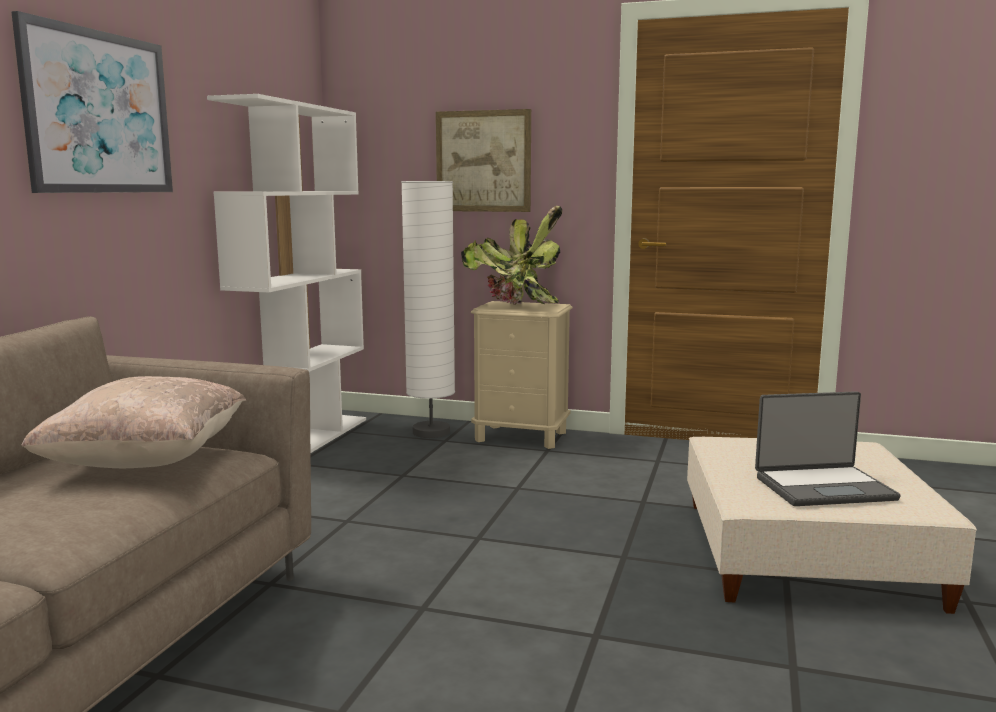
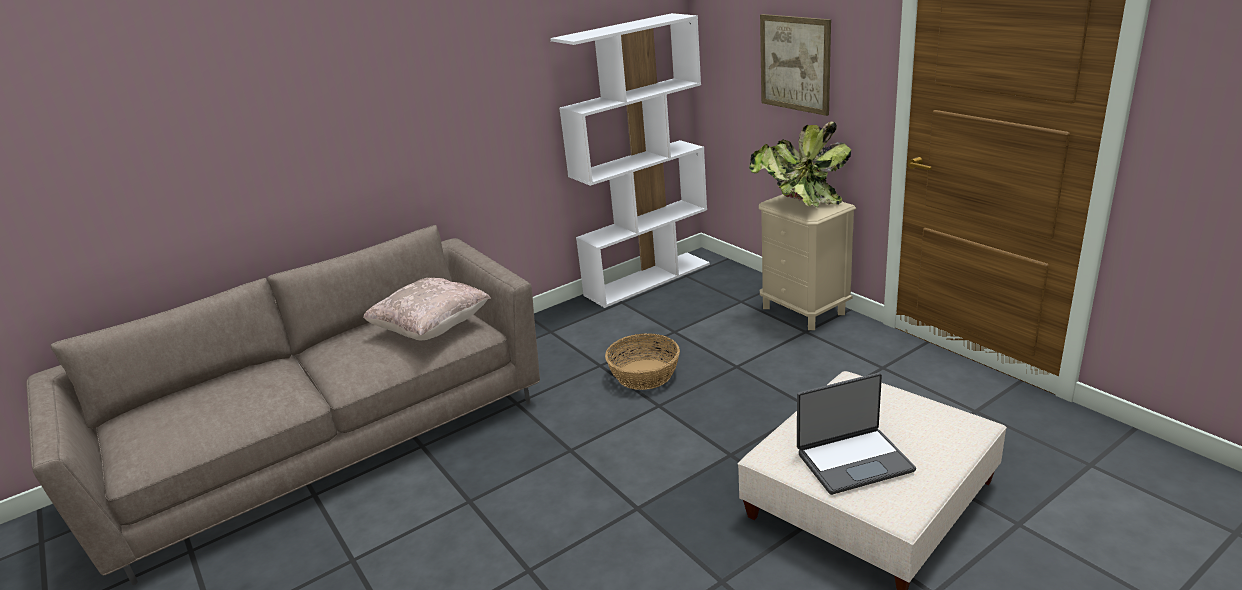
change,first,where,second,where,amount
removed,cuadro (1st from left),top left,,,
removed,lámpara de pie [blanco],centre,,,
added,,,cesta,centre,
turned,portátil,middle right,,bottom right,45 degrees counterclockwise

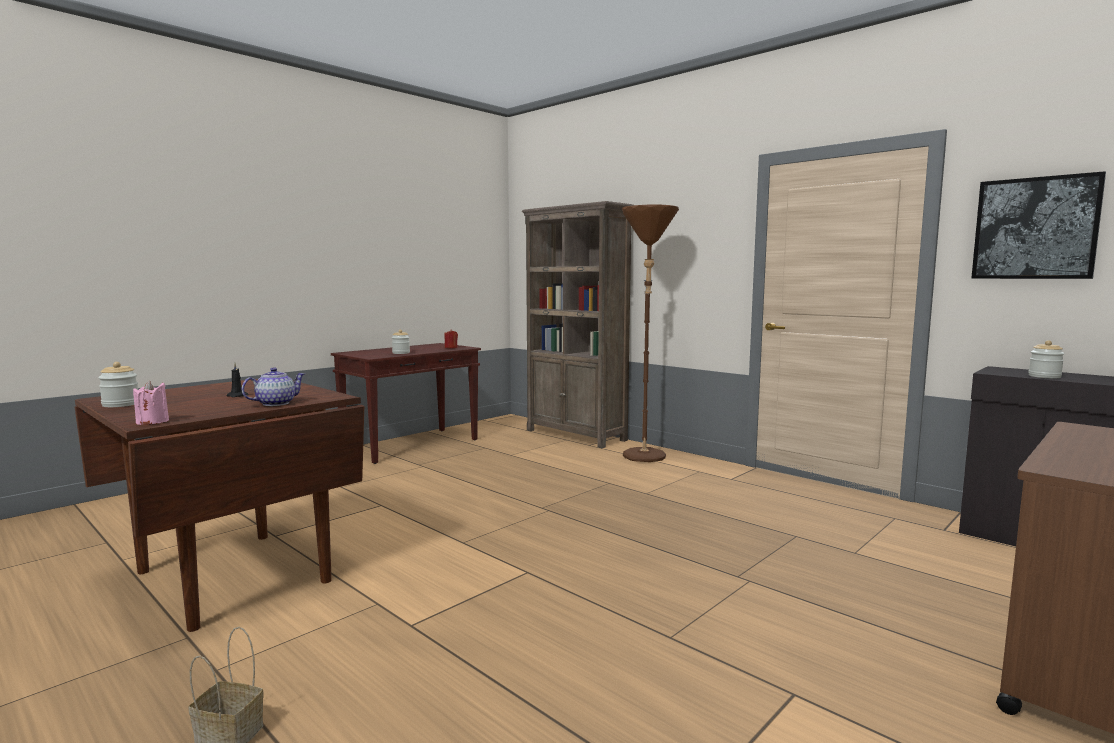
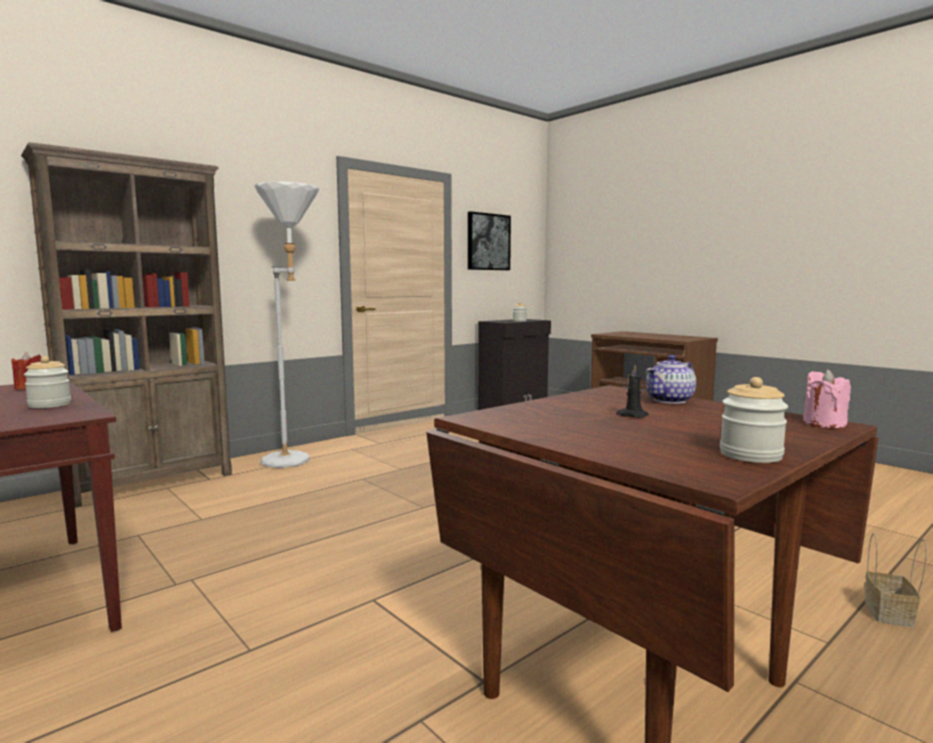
change,first,where,second,where,amount
recoloured,lámpara de pie [marrón],centre,lámpara de pie [blanco],middle left,
turned,tetera,middle left,,middle right,90 degrees counterclockwise

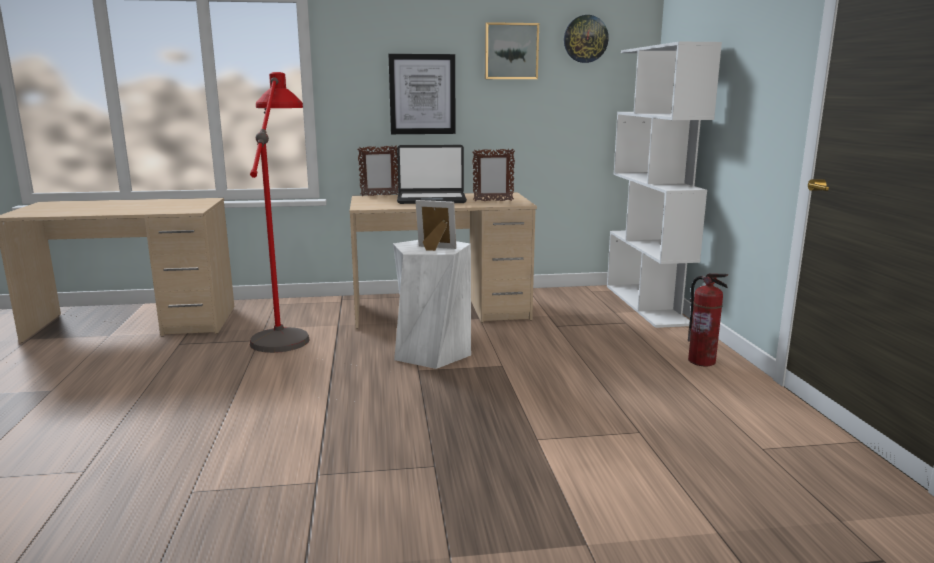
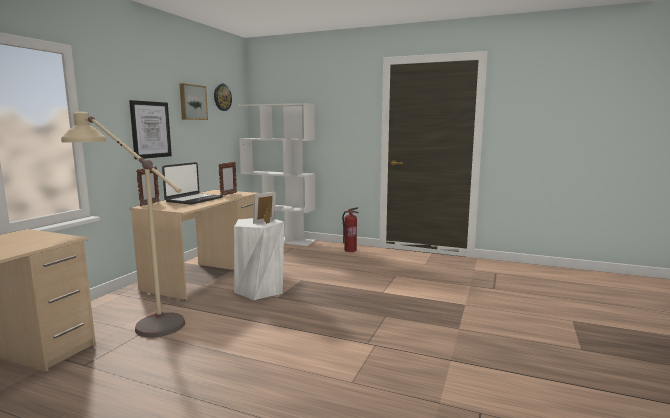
change,first,where,second,where,amount
recoloured,lámpara de pie [rojo],middle left,lámpara de pie [beis],middle left,

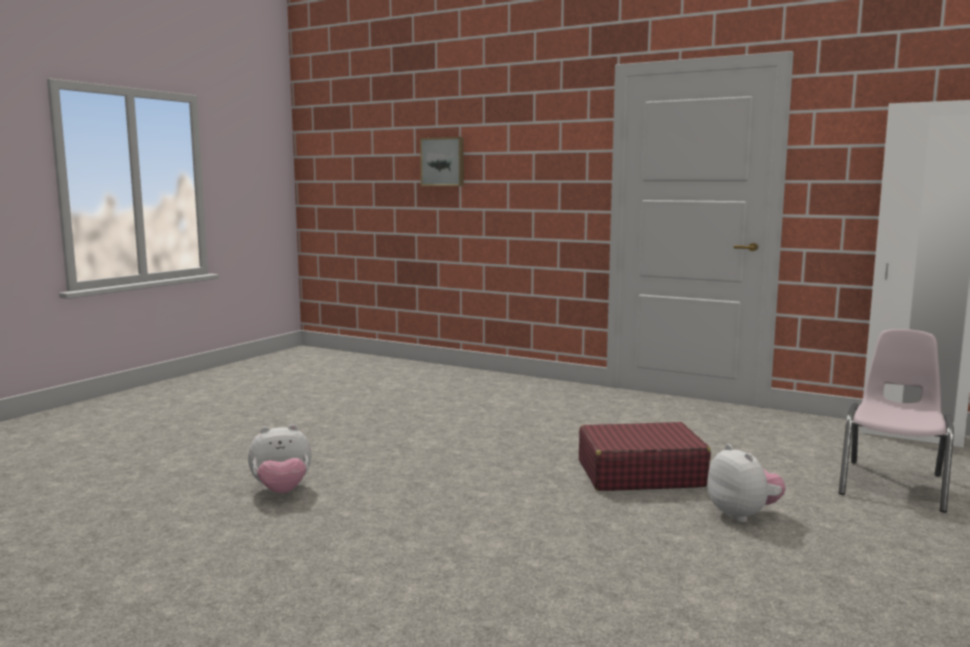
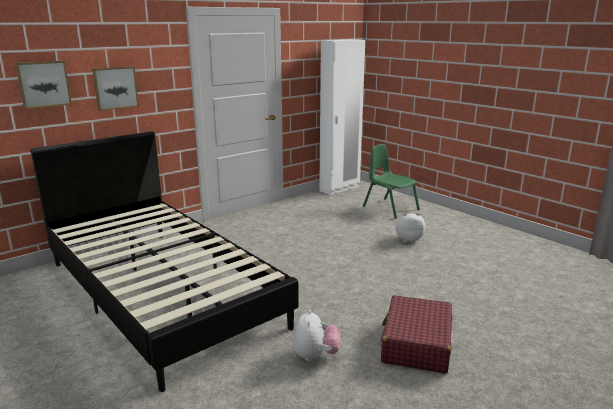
change,first,where,second,where,amount
added,,,cama [negro],middle left,
added,,,cuadro (2nd from left),top left,
moved,maleta [rojo],bottom centre,,bottom right,
recoloured,silla [rosa],middle right,silla [verde],centre,

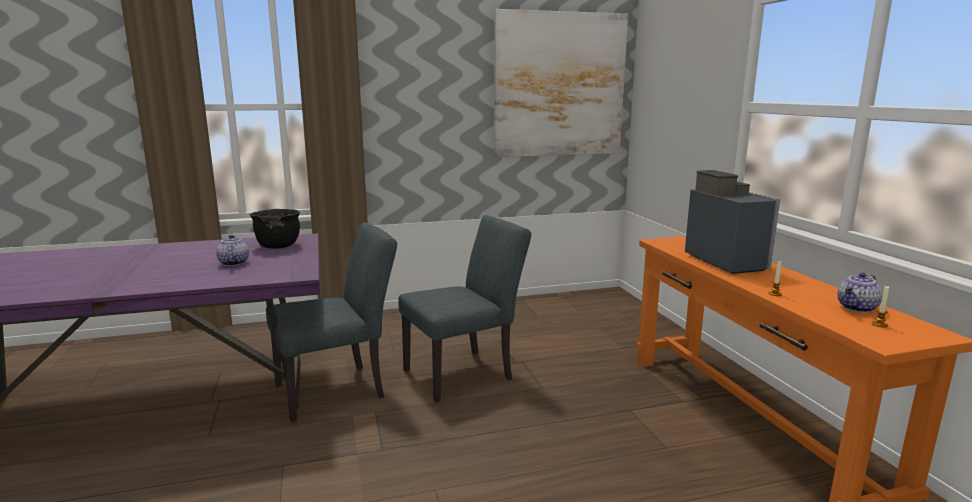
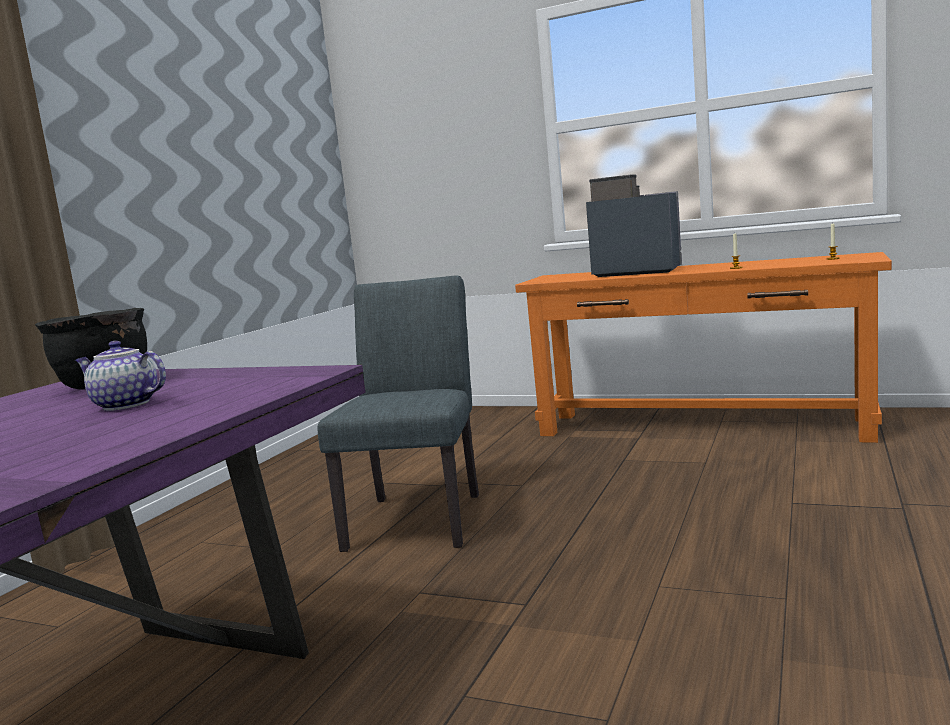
change,first,where,second,where,amount
removed,silla [gris] (1st from left),centre,,,
removed,cuadro,top centre,,,
removed,tetera (2nd from left),middle right,,,

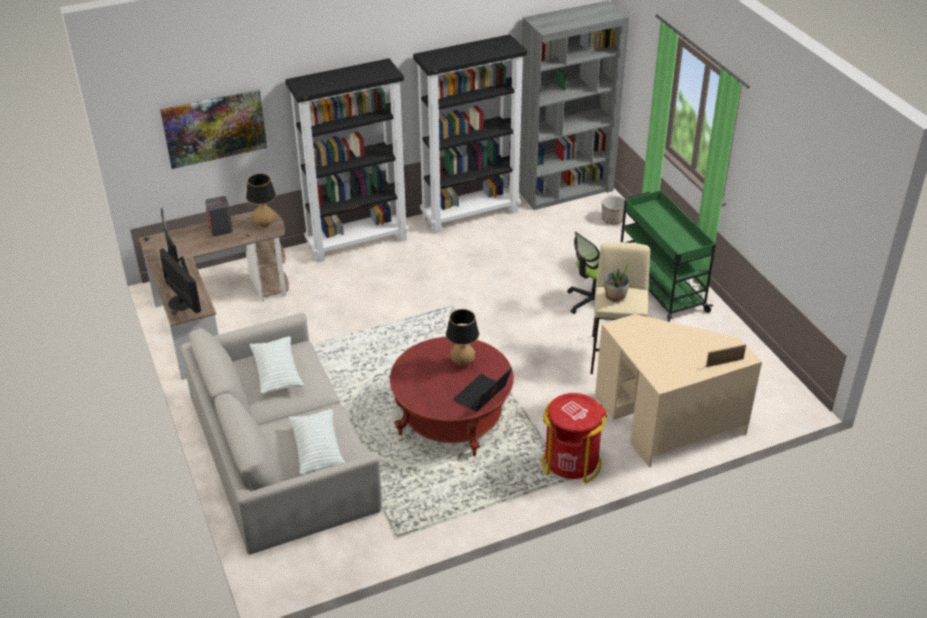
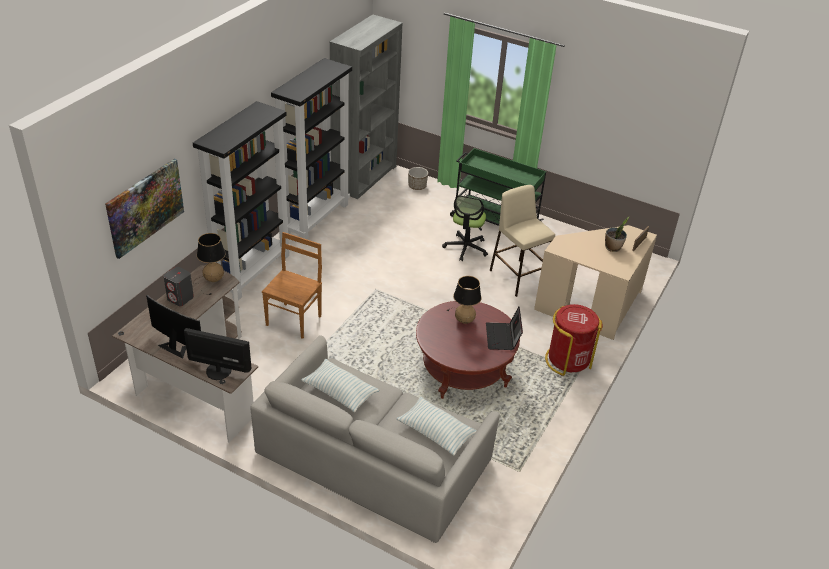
change,first,where,second,where,amount
added,,,silla [marrón],centre,
moved,planta en maceta,centre,,middle right,

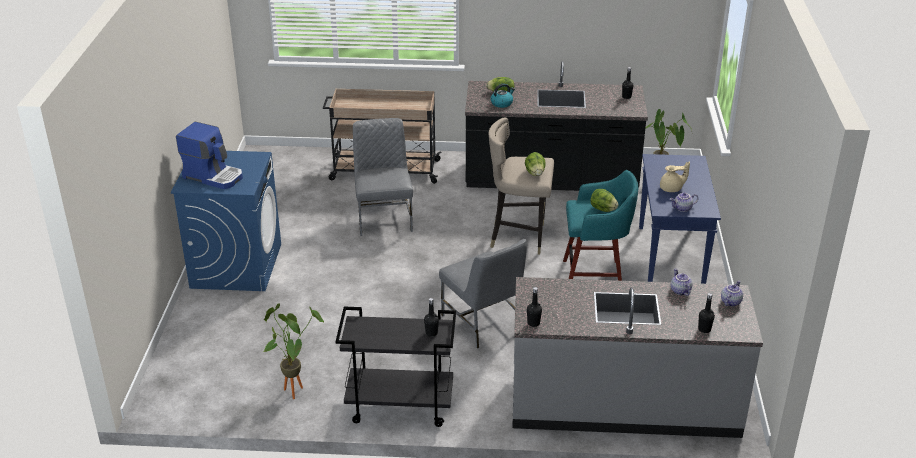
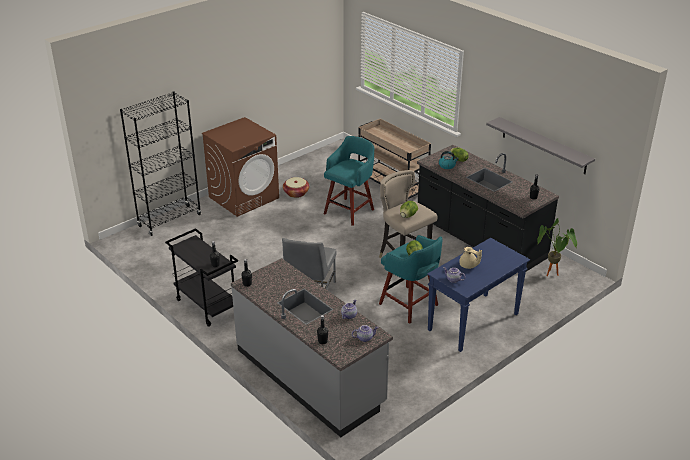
change,first,where,second,where,amount
removed,cafetera,middle left,,,
removed,planta en maceta (1st from left),bottom left,,,
added,,,estantería [negro],middle left,
added,,,cesta,centre,
added,,,estante [gris],top right,
replaced,silla [gris] (1st from left),centre,taburete [turquesa] (1st from left),centre,
recoloured,lavadora [azul],middle left,lavadora [marrón],centre,

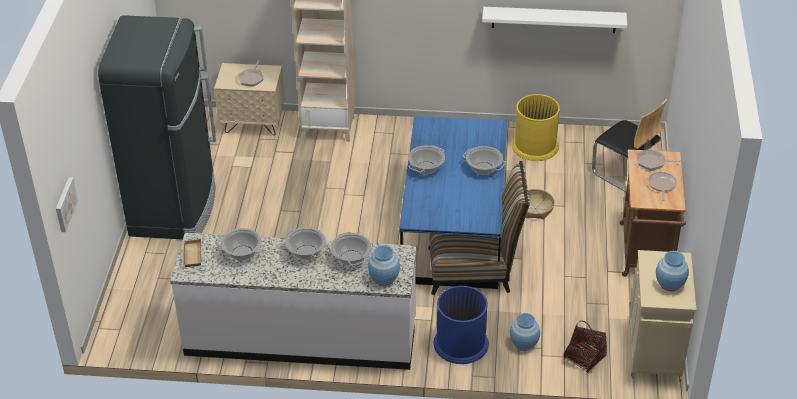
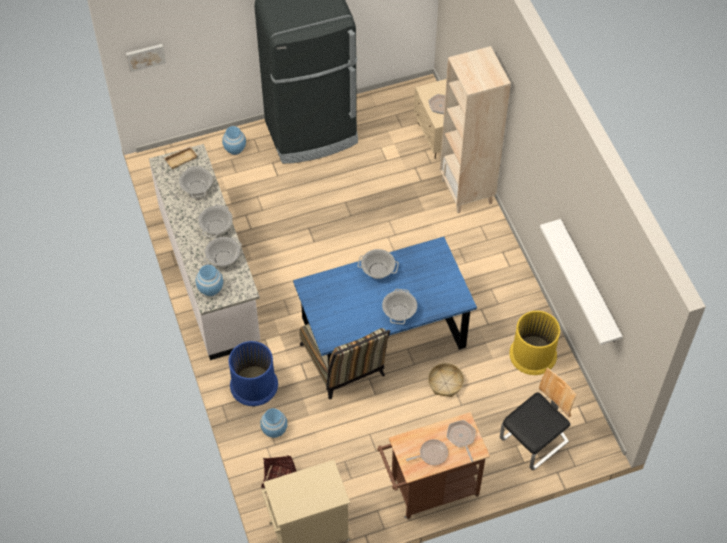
change,first,where,second,where,amount
moved,florero [azul] (3rd from left in the first image),bottom right,florero [azul] (2nd from left),top left,
turned,silla (2nd from left),middle right,,bottom right,150 degrees counterclockwise

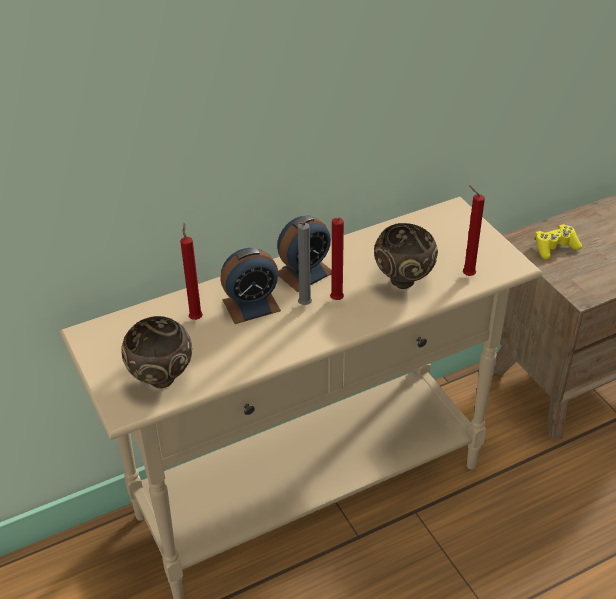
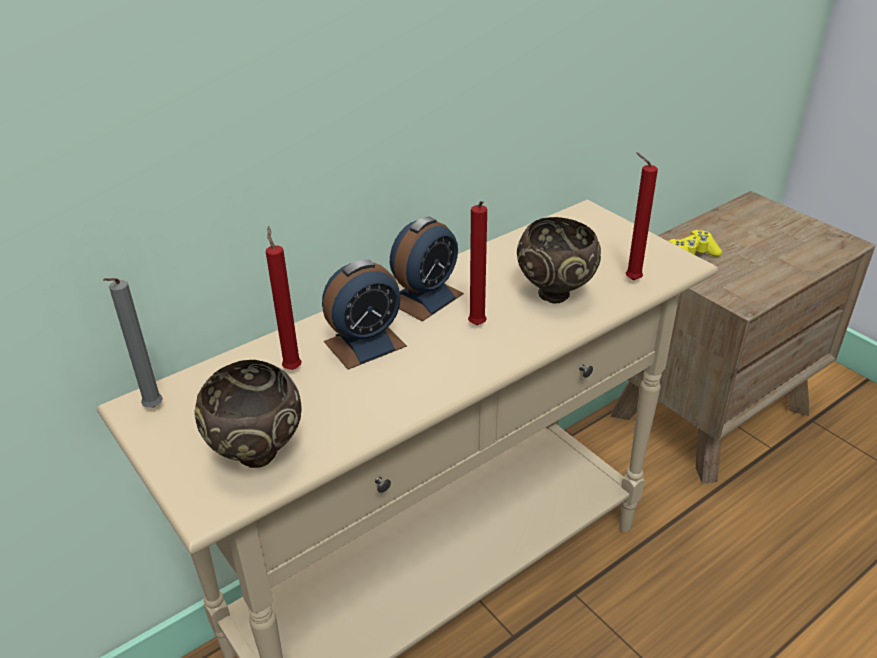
change,first,where,second,where,amount
moved,vela [gris],centre,,middle left,

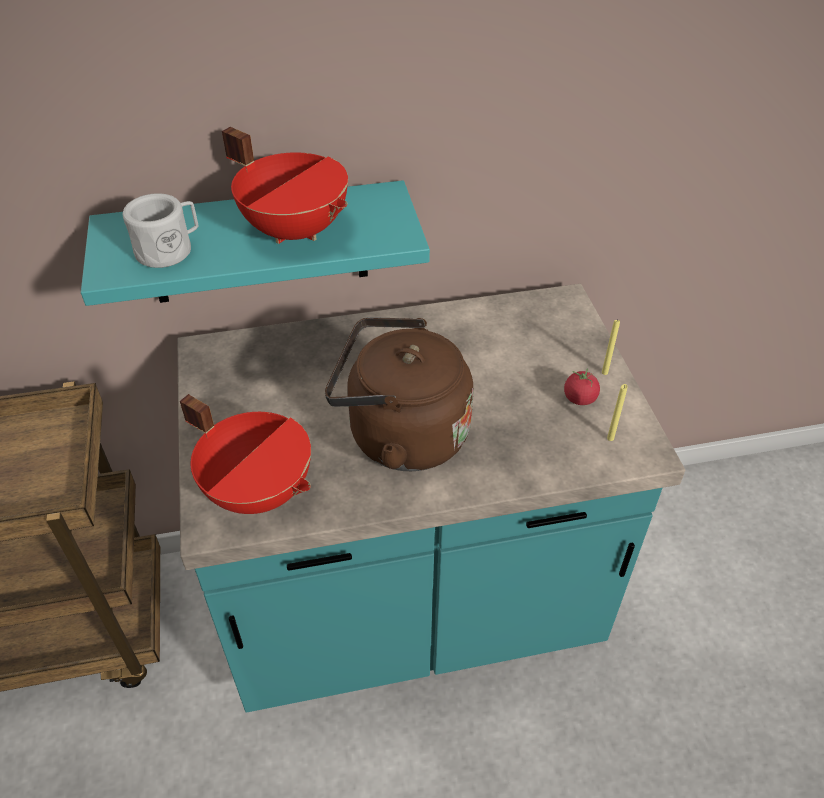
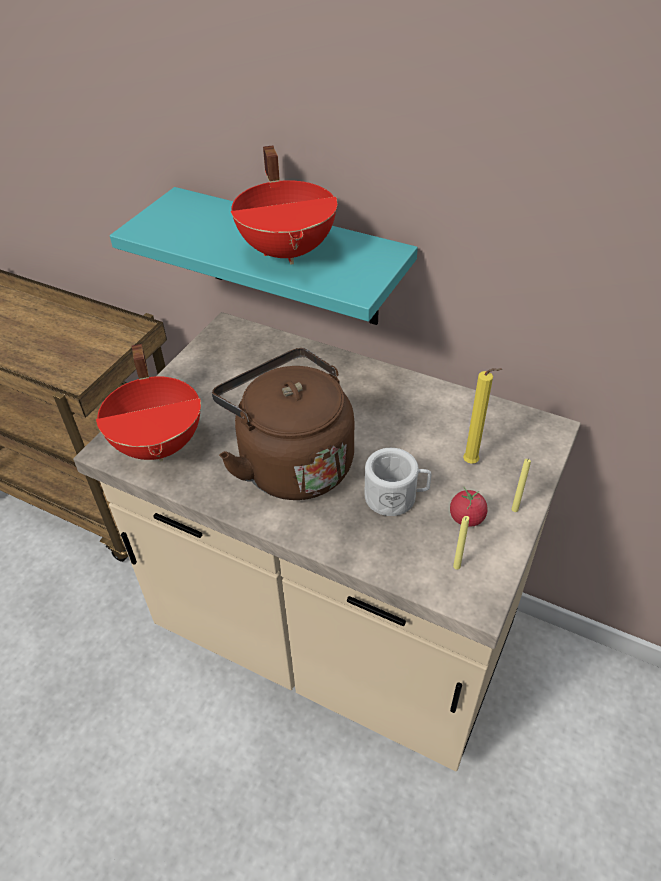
change,first,where,second,where,amount
added,,,vela [amarillo] (2nd from left),middle right,
moved,taza grande [blanco],top left,,centre,
recoloured,mueble bajo de cocina [turquesa],centre,mueble bajo de cocina [beis],centre,

